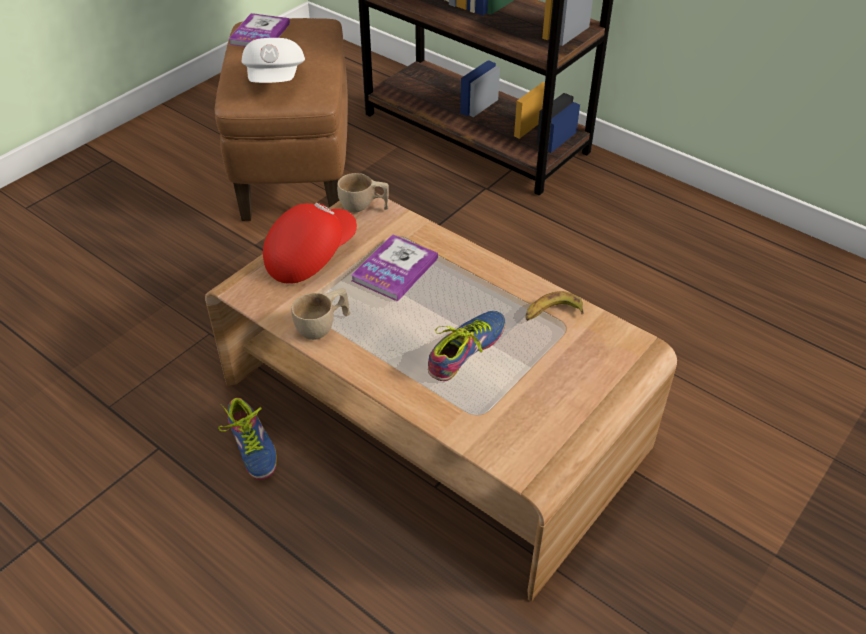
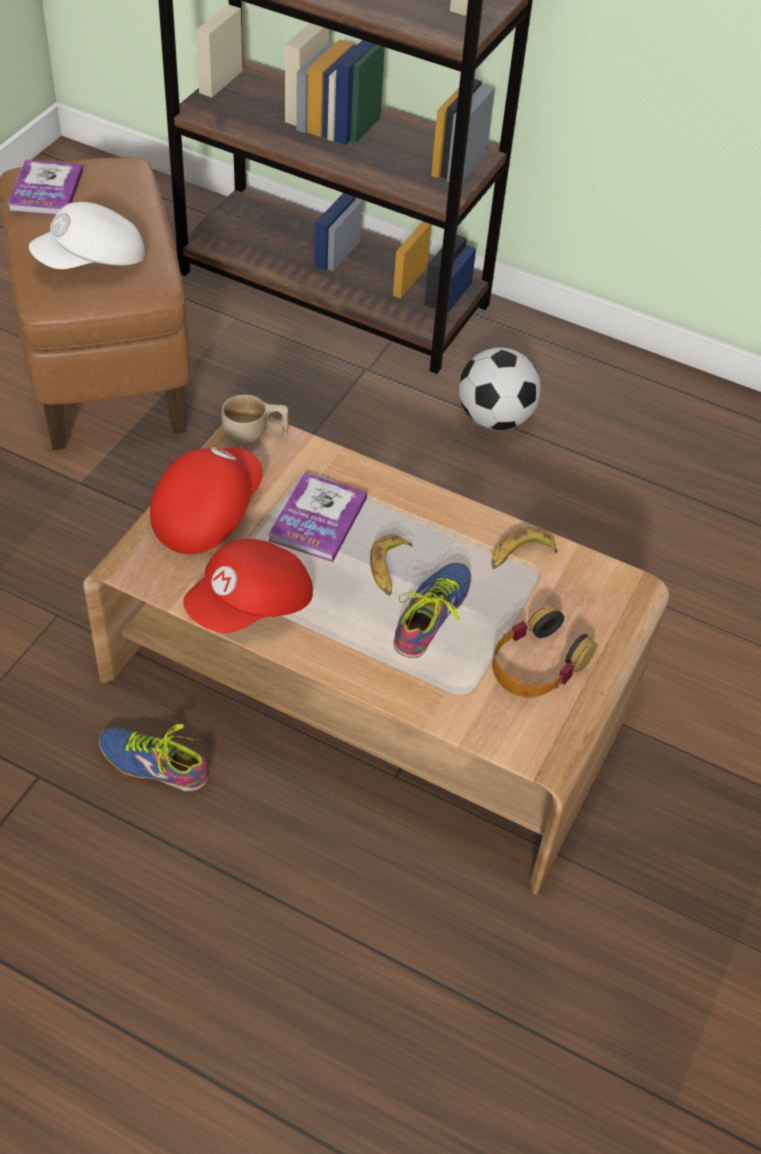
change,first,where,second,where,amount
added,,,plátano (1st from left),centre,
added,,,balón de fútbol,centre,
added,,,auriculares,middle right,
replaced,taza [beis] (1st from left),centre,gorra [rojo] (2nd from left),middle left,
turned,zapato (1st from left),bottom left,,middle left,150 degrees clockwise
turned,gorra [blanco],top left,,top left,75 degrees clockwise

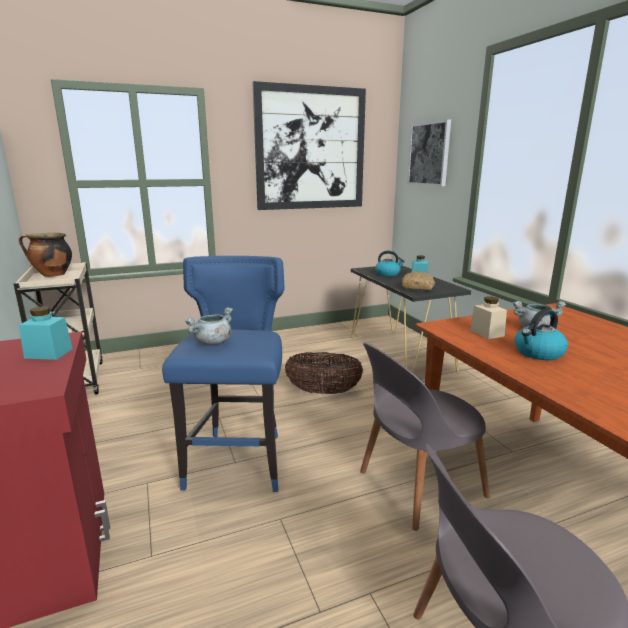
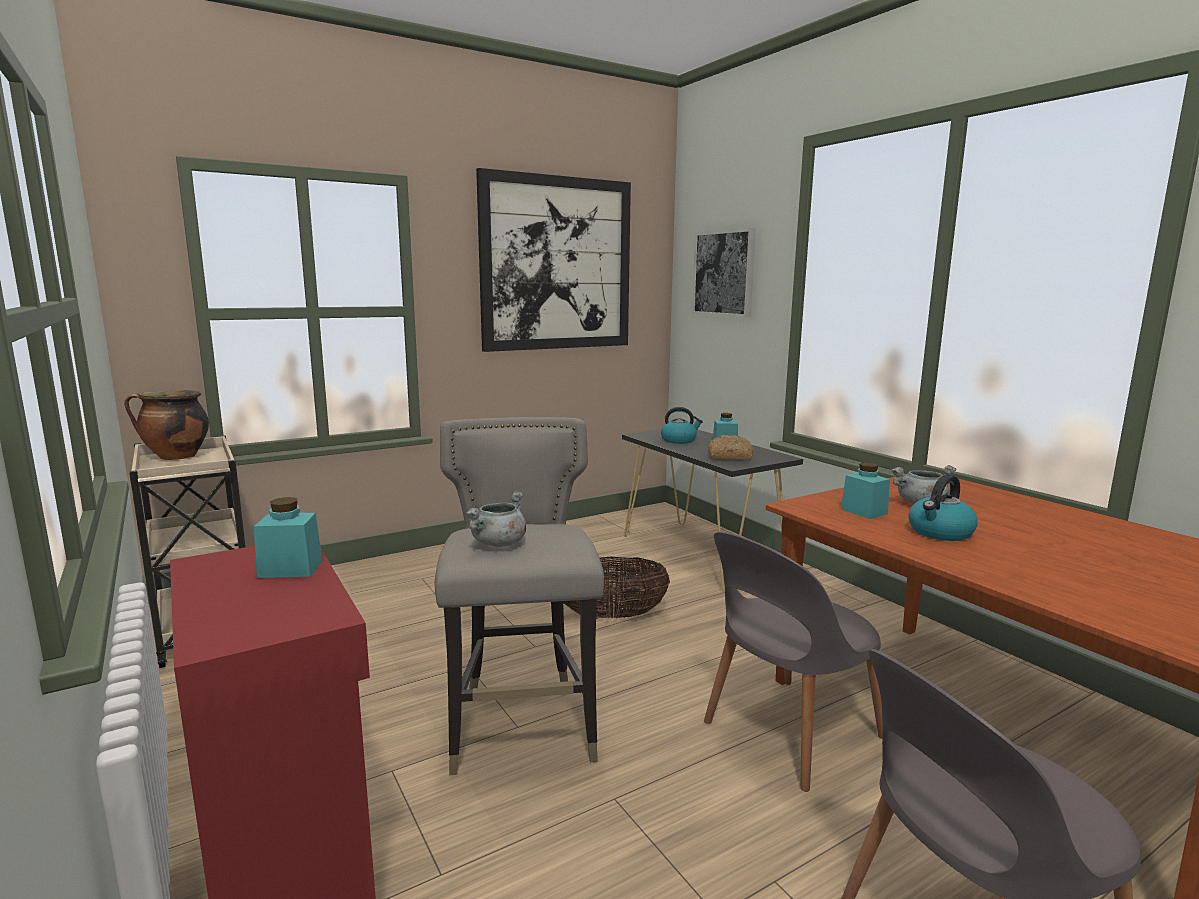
change,first,where,second,where,amount
recoloured,taburete [azul],centre,taburete [gris],centre,
recoloured,tarro [beis],middle right,tarro [turquesa] (3rd from left),middle right,

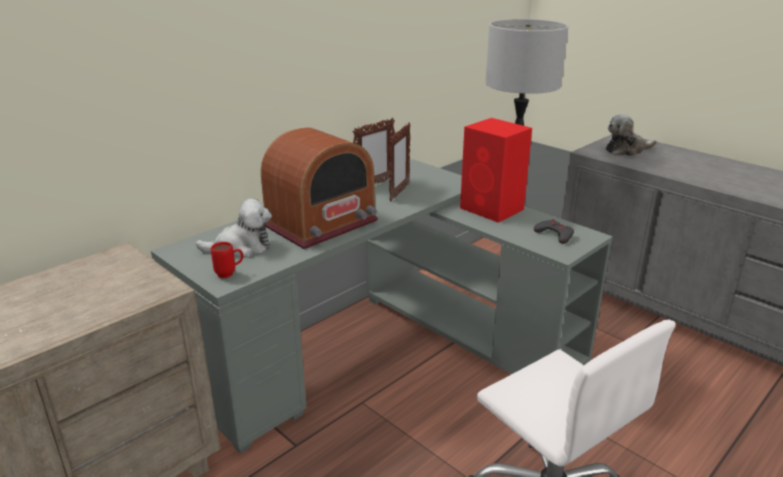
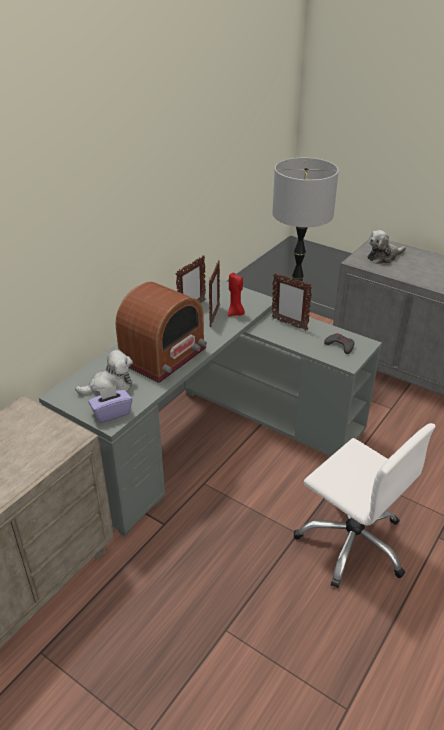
change,first,where,second,where,amount
added,,,vela [rojo],centre,
replaced,taza grande [rojo],middle left,caja de pañuelos [morado],middle left,
replaced,altavoz [rojo],centre,portarretratos (3rd from left),centre,

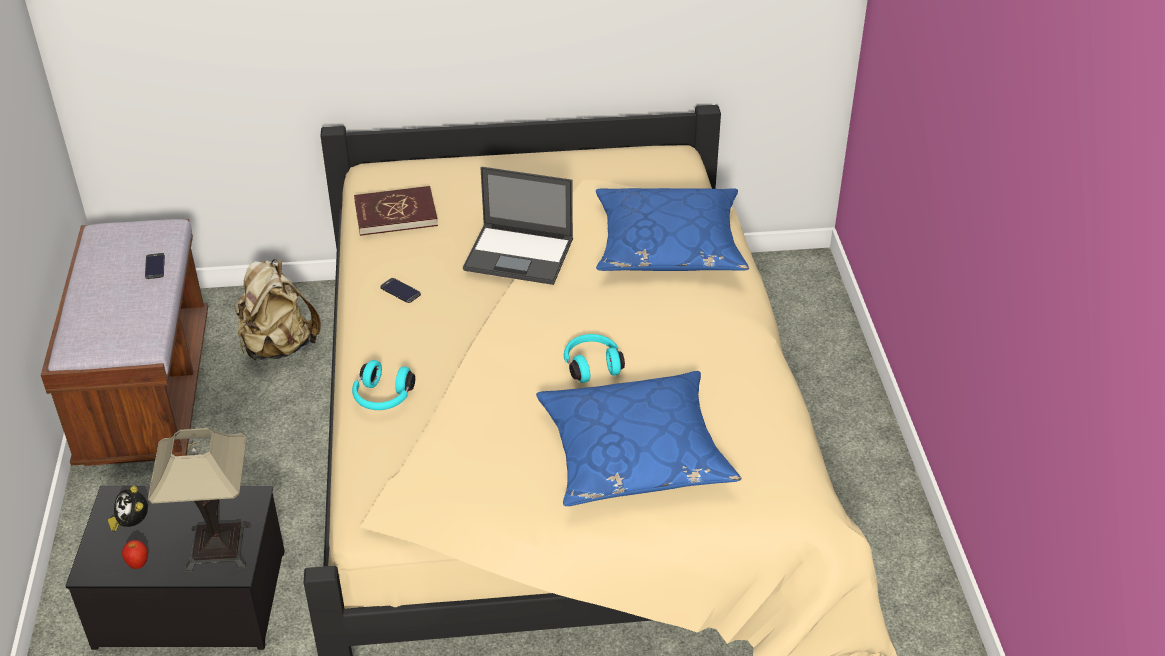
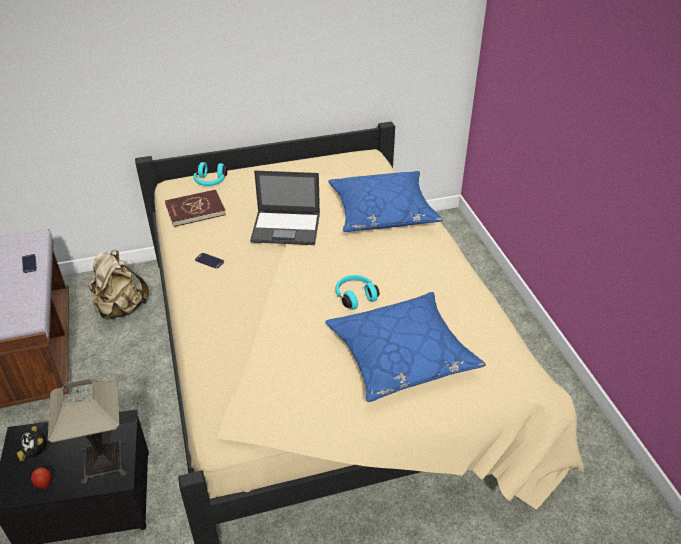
change,first,where,second,where,amount
moved,auriculares [turquesa] (1st from left),middle left,,top left,

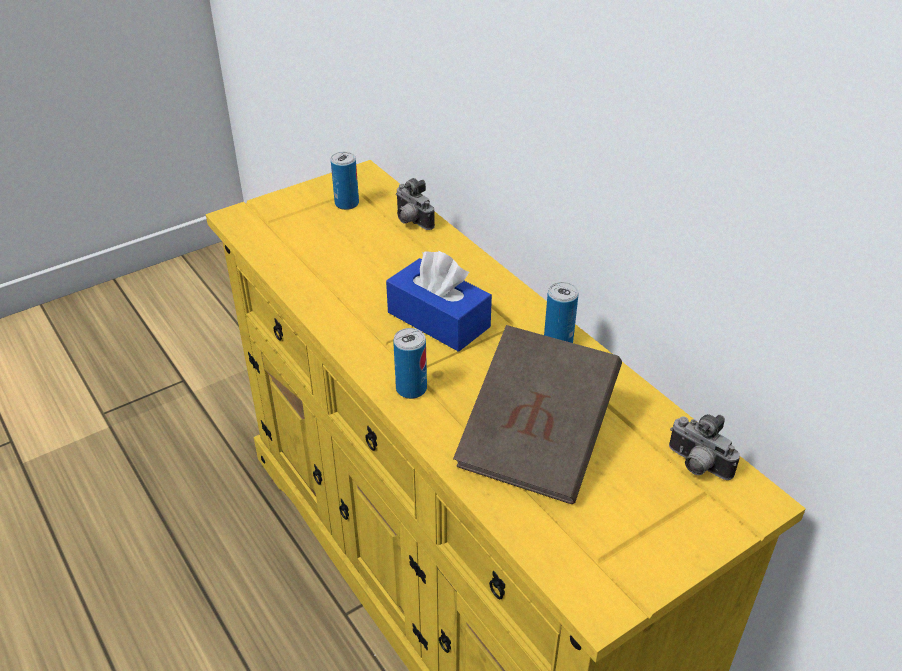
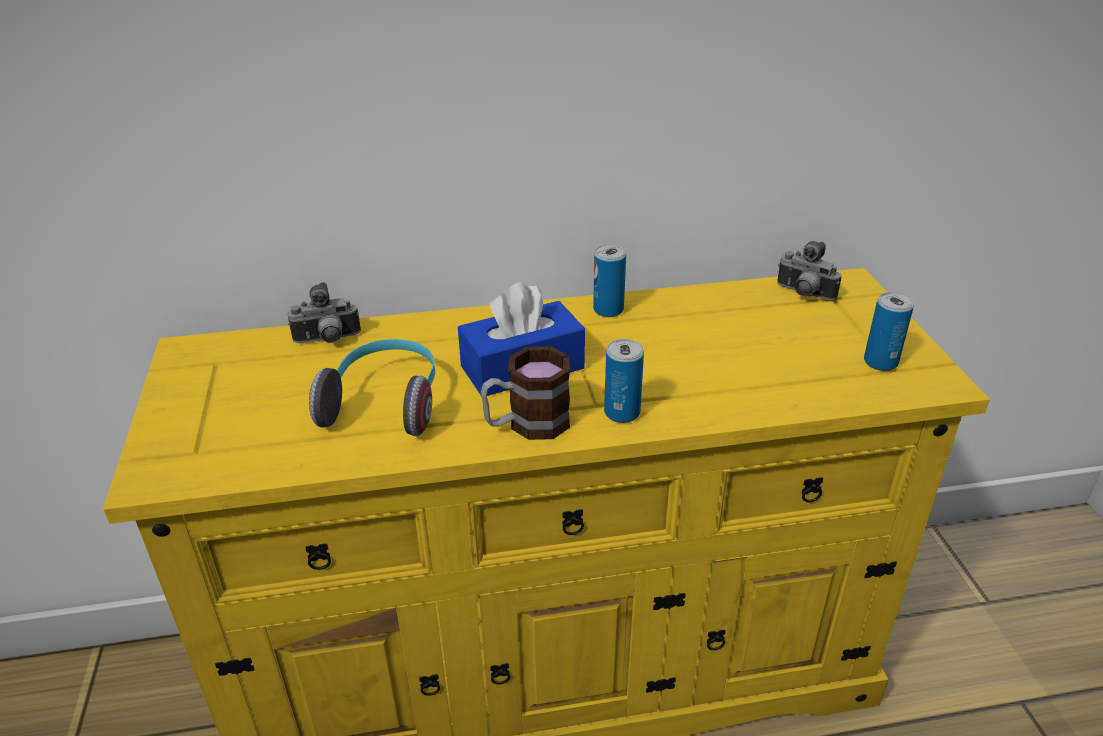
change,first,where,second,where,amount
removed,libro [marrón],centre,,,
added,,,auriculares,centre,
added,,,taza grande,centre,
moved,lata (1st from left in the first image),top centre,lata (3rd from left),middle right,
turned,cámara (2nd from left),middle right,,middle right,60 degrees clockwise

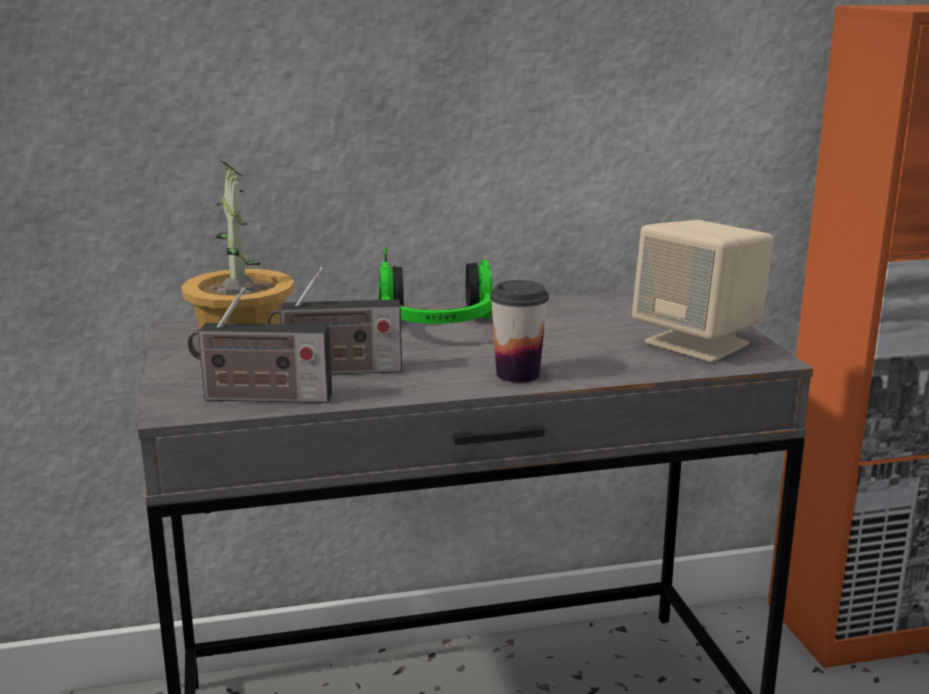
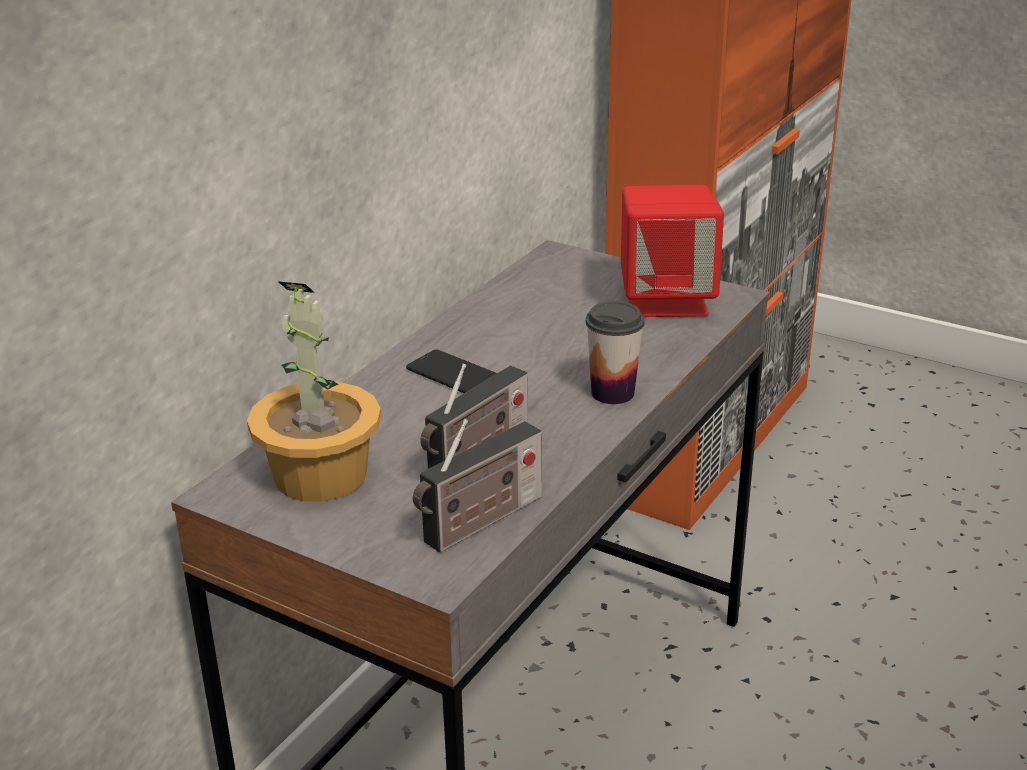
change,first,where,second,where,amount
replaced,auriculares,centre,móvil,centre,
recoloured,altavoz [beis],middle right,altavoz [rojo],top centre,

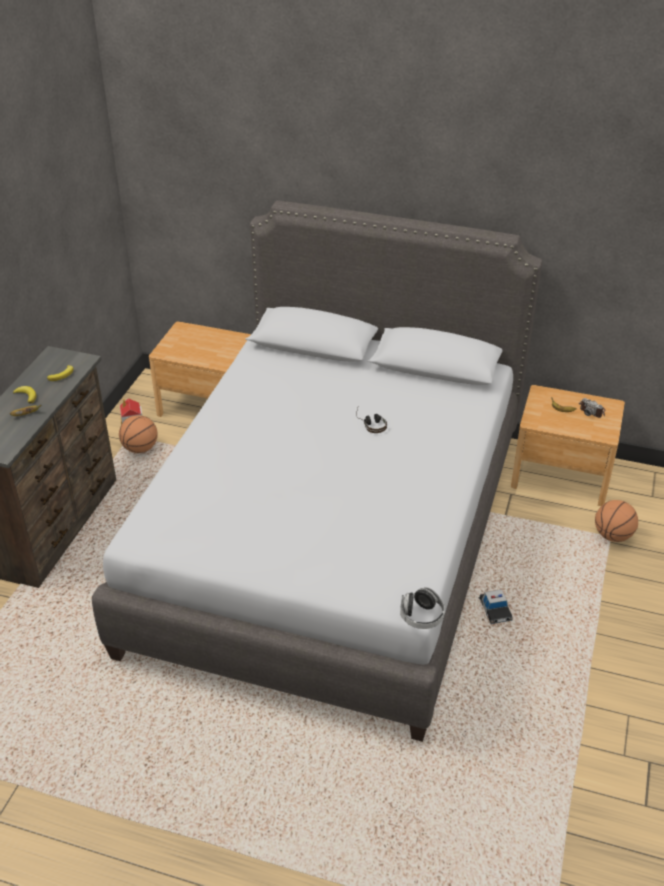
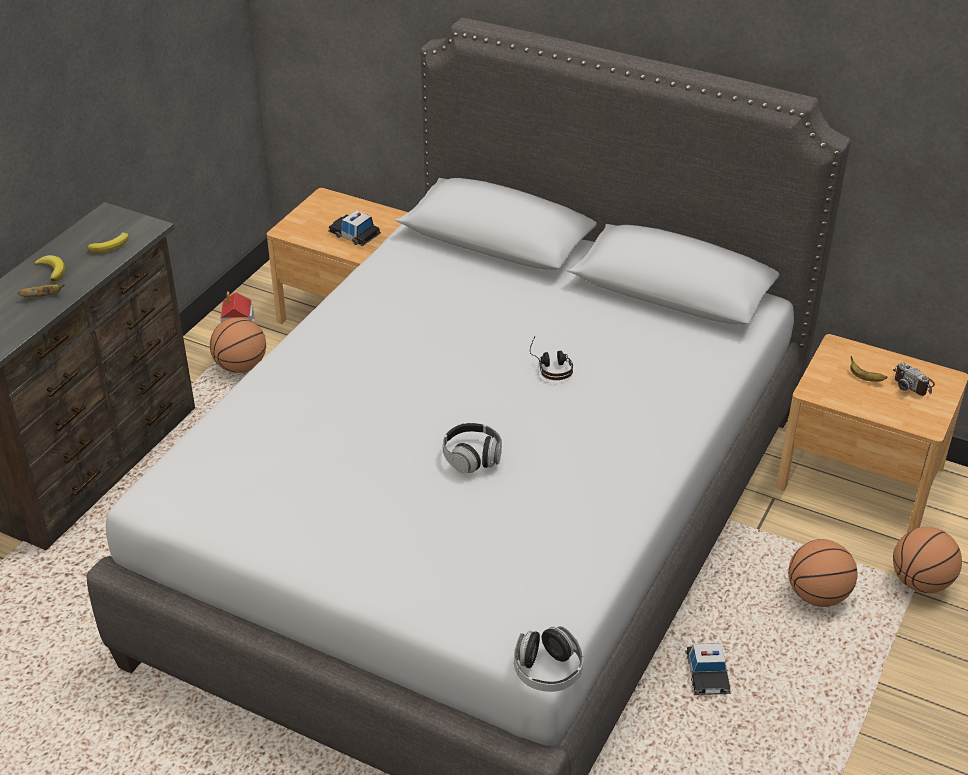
change,first,where,second,where,amount
added,,,coche de juguete (1st from left),top centre,
added,,,auriculares (1st from left),centre,
added,,,balón de baloncesto (2nd from left),bottom right,

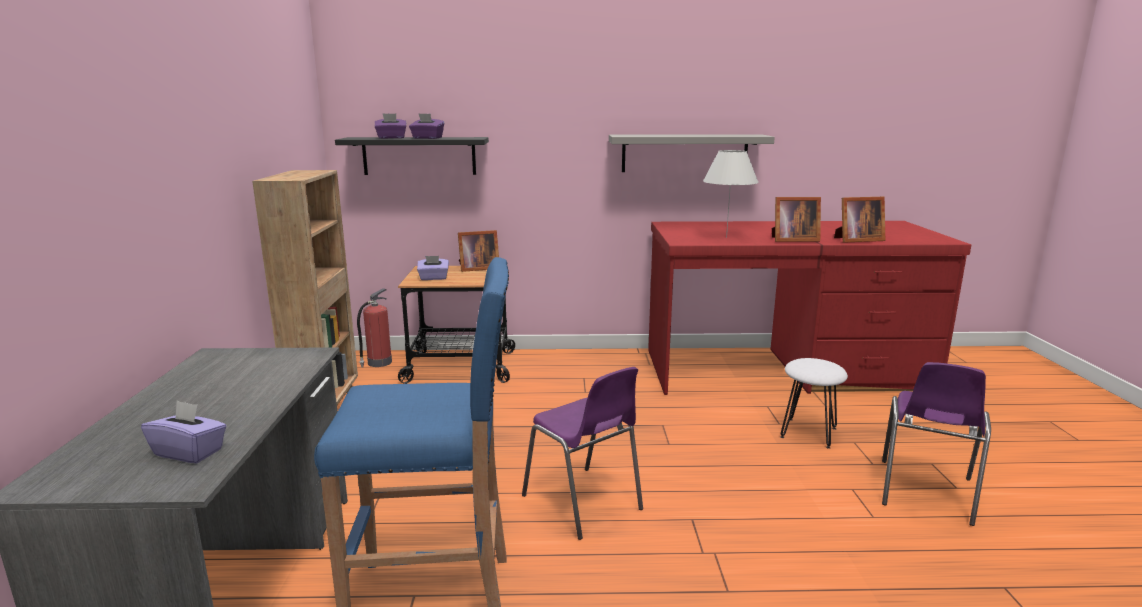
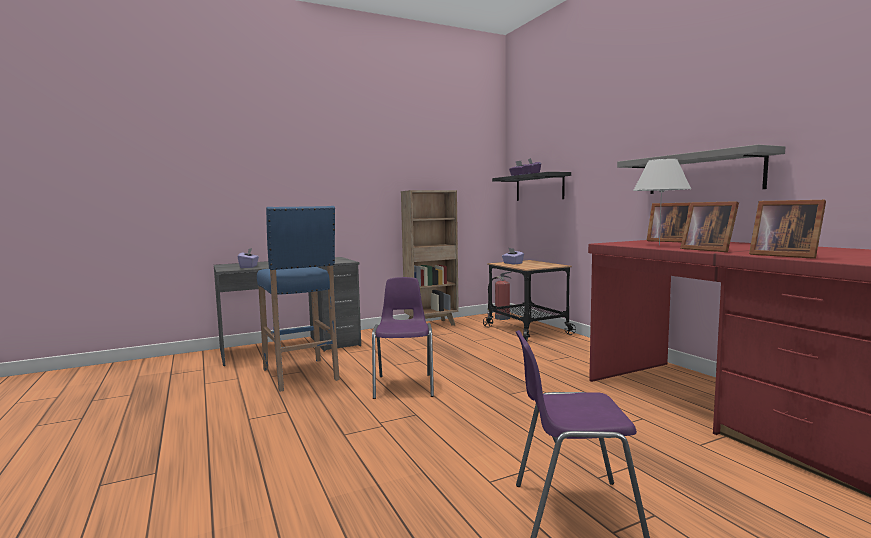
change,first,where,second,where,amount
removed,taburete [blanco],middle right,,,
moved,portarretratos (1st from left),centre,,middle right,
turned,silla [morado] (1st from left),bottom centre,,centre,150 degrees clockwise

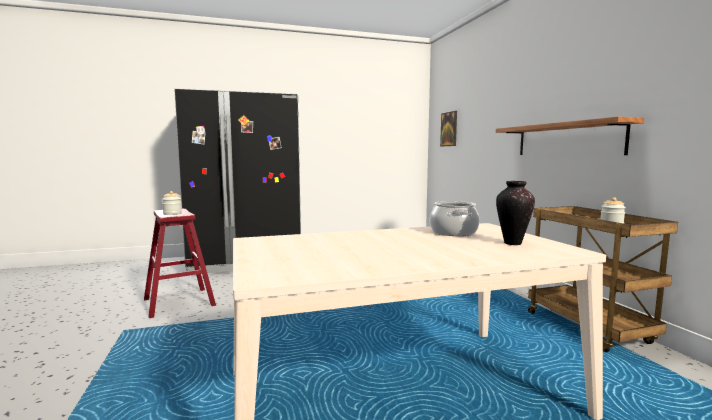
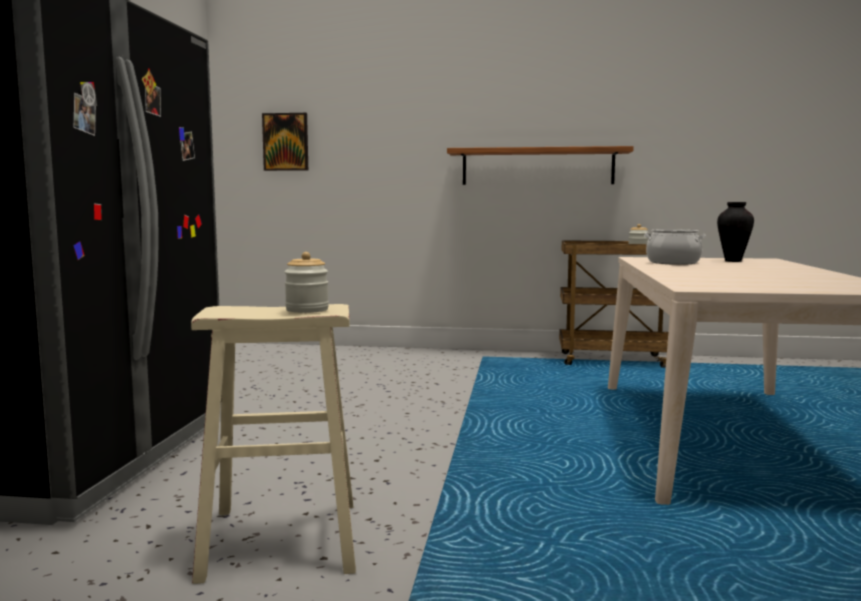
change,first,where,second,where,amount
recoloured,taburete [rojo],middle left,taburete [beis],bottom left,

